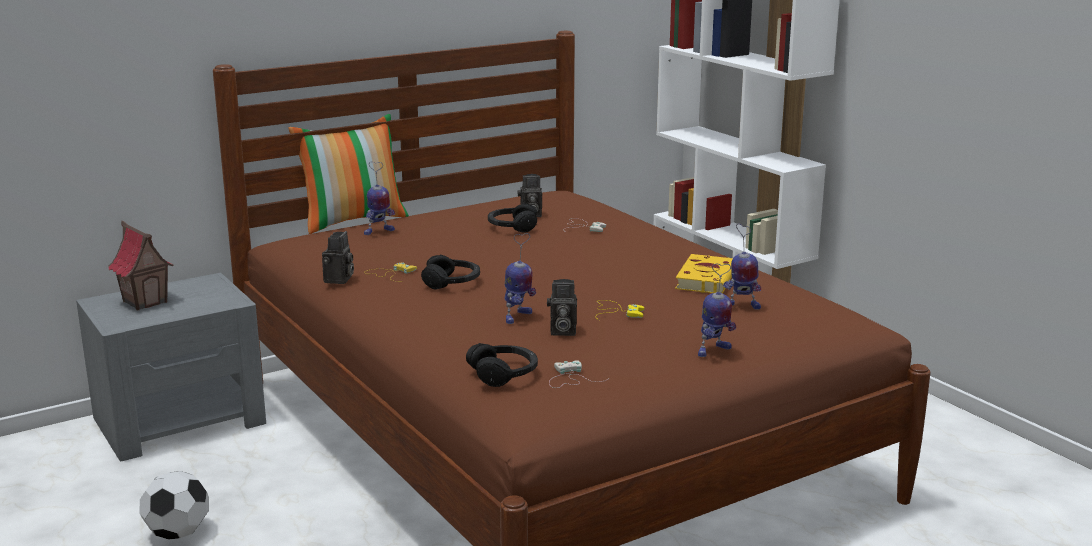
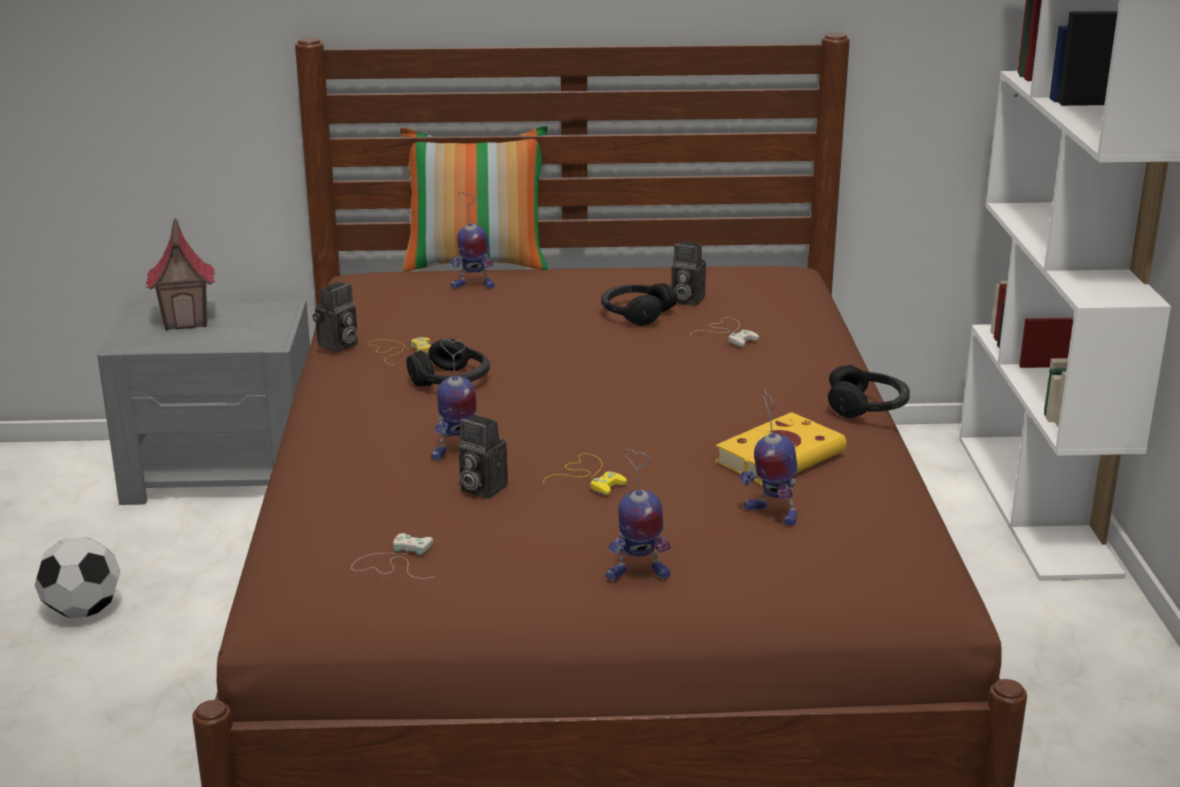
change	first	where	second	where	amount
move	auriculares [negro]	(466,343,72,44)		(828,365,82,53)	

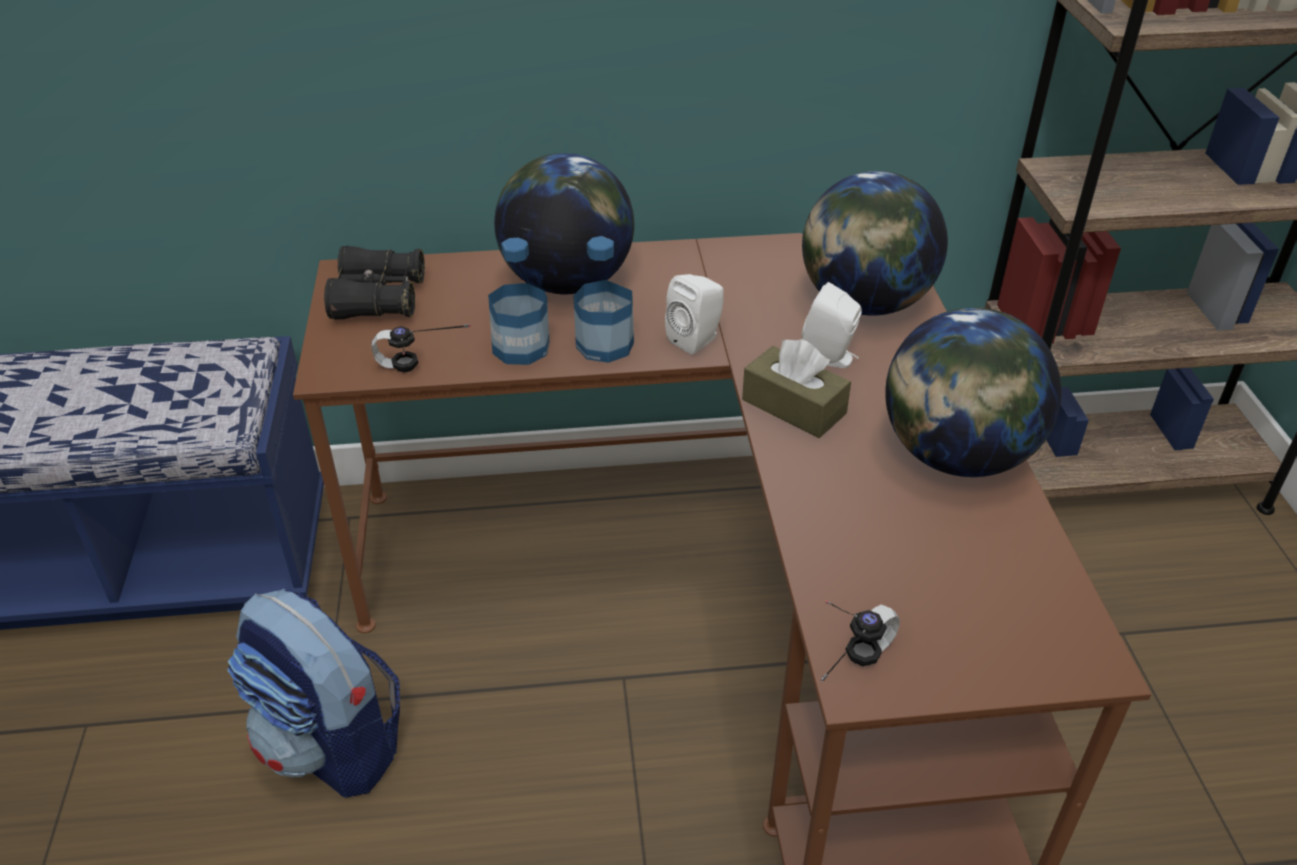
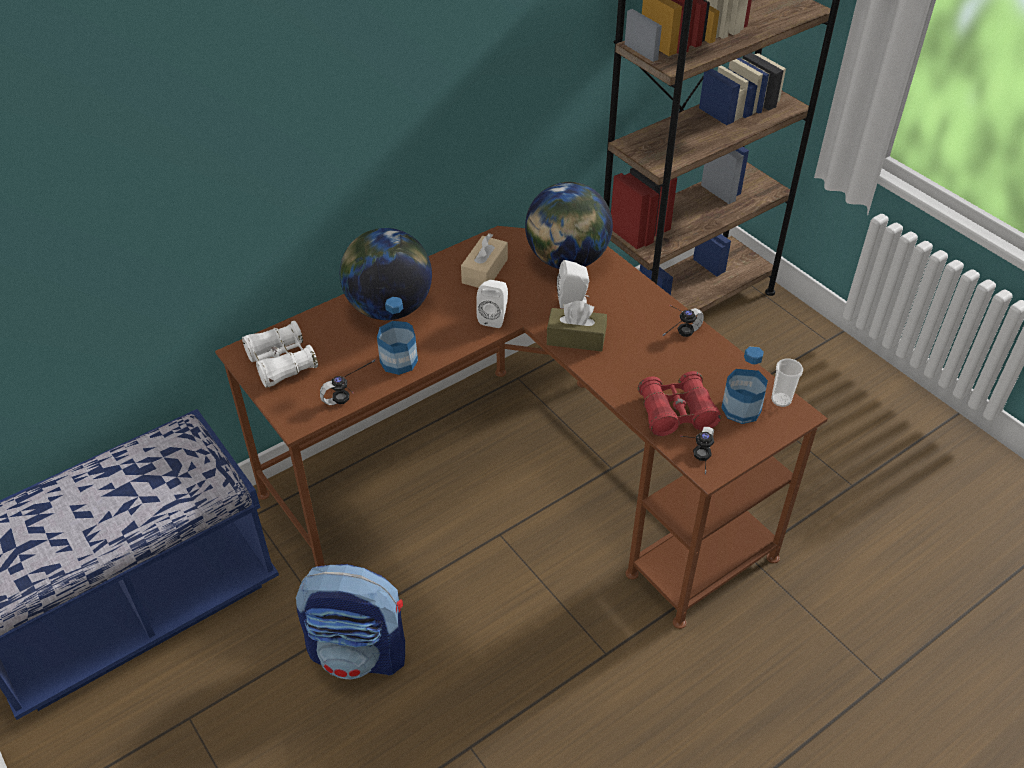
change	first	where	second	where	amount
recolor	prismáticos [negro]	(324,246,101,74)	prismáticos [blanco]	(242,321,76,67)	
insert			caja de pañuelos [beis]	(461,233,47,55)	
insert			prismáticos [rojo]	(638,371,83,65)	
replace	globo terráqueo	(885,308,177,169)	auriculares	(662,305,42,32)	
move	botella	(574,236,60,127)		(721,347,47,77)	
insert			taza	(771,358,32,49)	

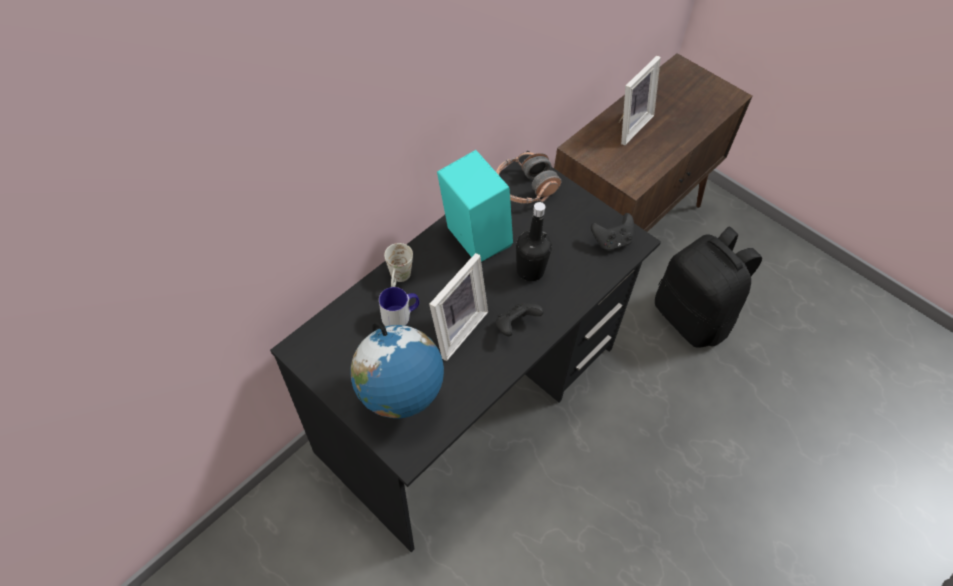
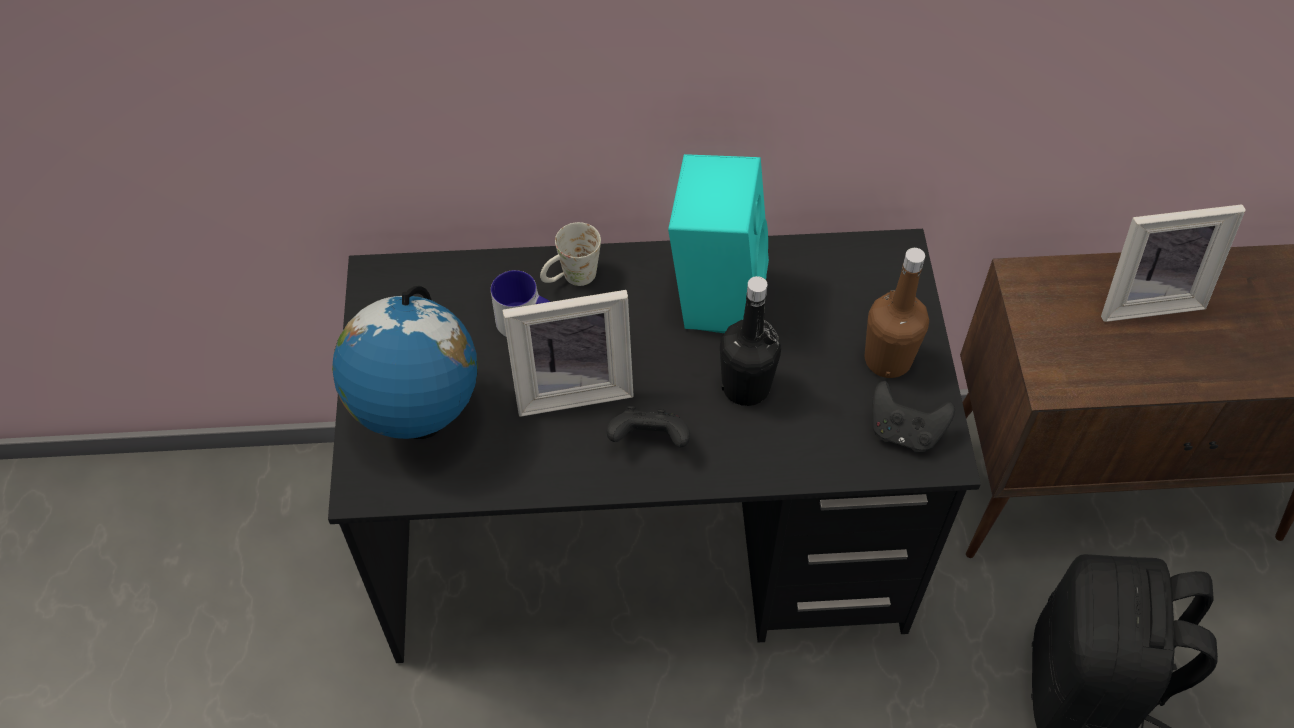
change	first	where	second	where	amount
insert			botella [marrón]	(865,248,64,130)	
delete	auriculares	(496,152,65,52)			

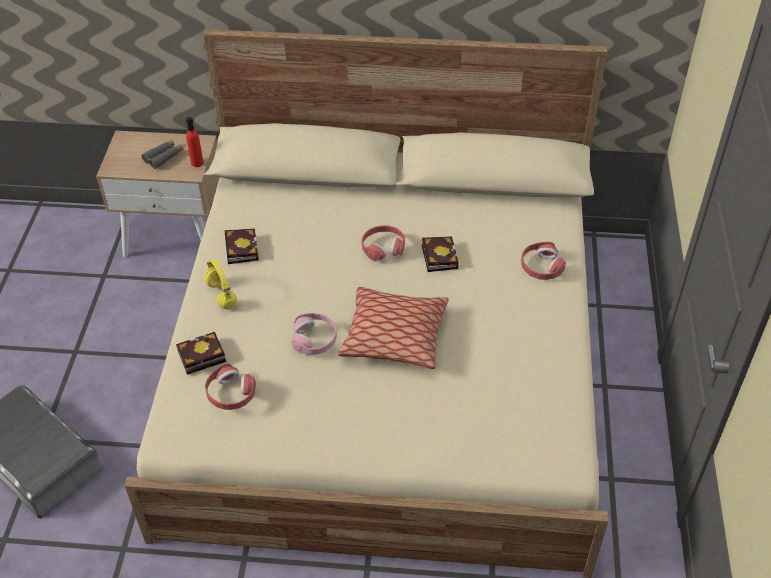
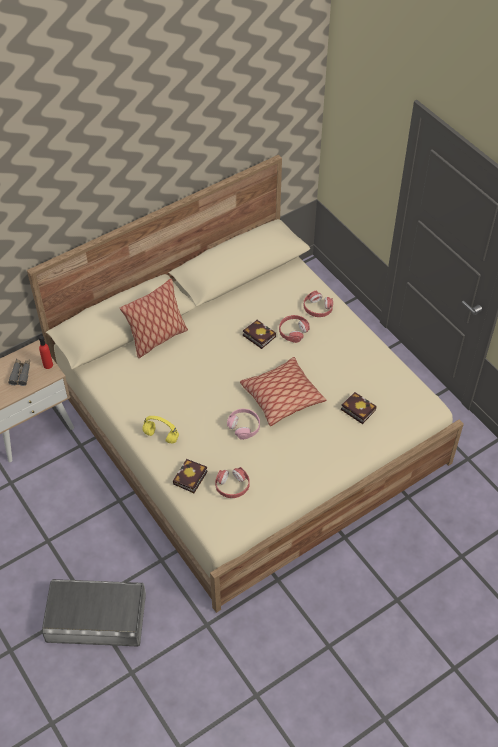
change	first	where	second	where	amount
insert			cojín	(120,279,68,79)	
move	auriculares [rojo]	(362,225,43,37)		(279,315,31,28)	
move	libro	(225,228,34,36)		(341,392,36,32)	

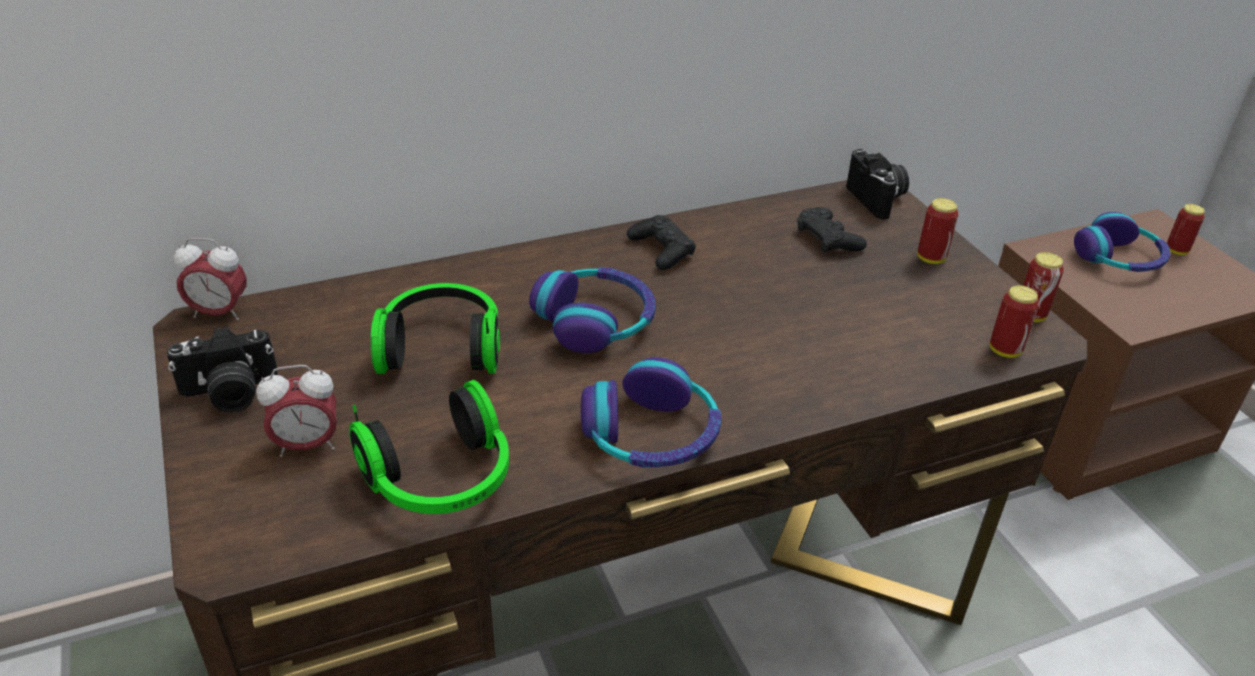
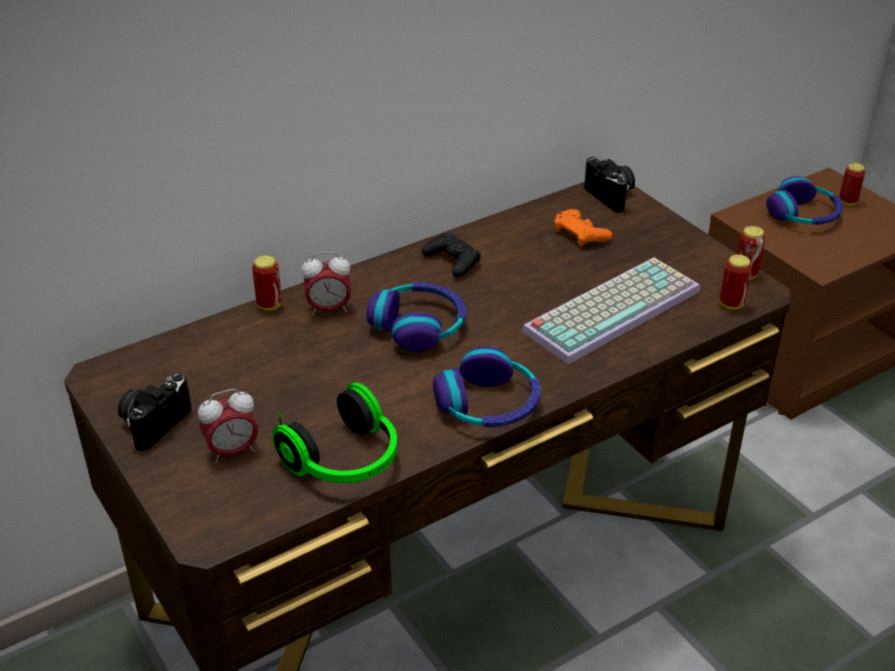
change	first	where	second	where	amount
rotate	cámara	(167,326,111,86)		(118,373,73,78)	150 degrees clockwise
move	lata	(917,198,41,66)		(252,255,30,56)	
move	despertador	(173,238,74,82)		(301,252,50,64)	
insert			teclado	(522,257,178,108)	
recolor	mando de consola [negro]	(797,207,70,46)	mando de consola [naranja]	(554,209,58,38)	
delete	auriculares	(371,283,129,91)			

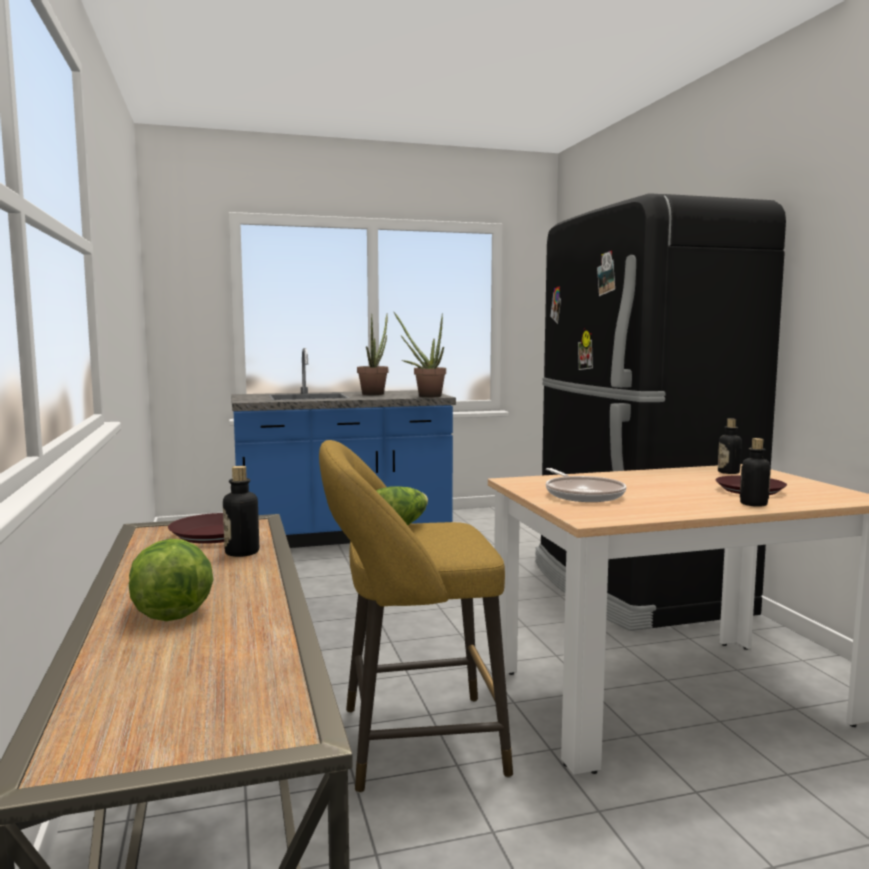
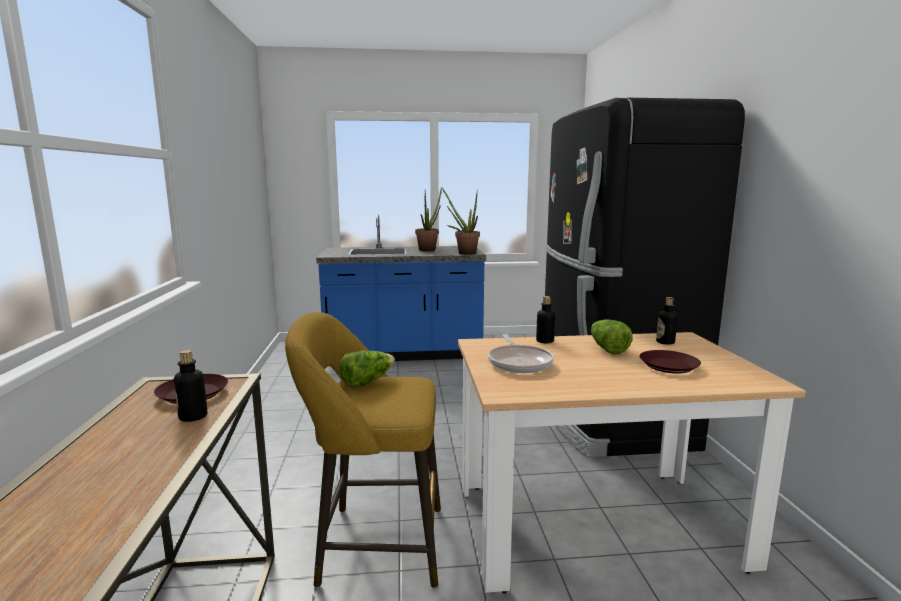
change	first	where	second	where	amount
move	botella	(740,438,31,69)		(536,296,19,47)	
move	lechuga	(129,539,84,82)		(591,319,42,35)	

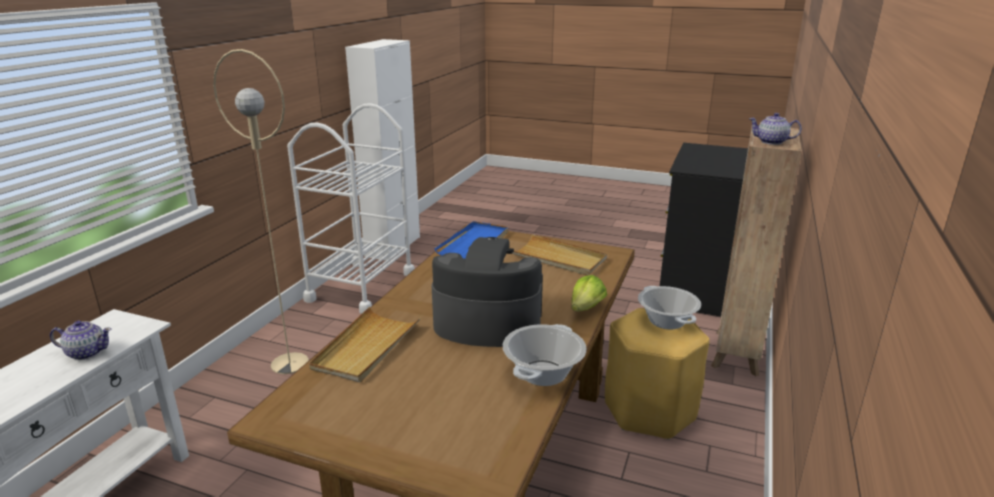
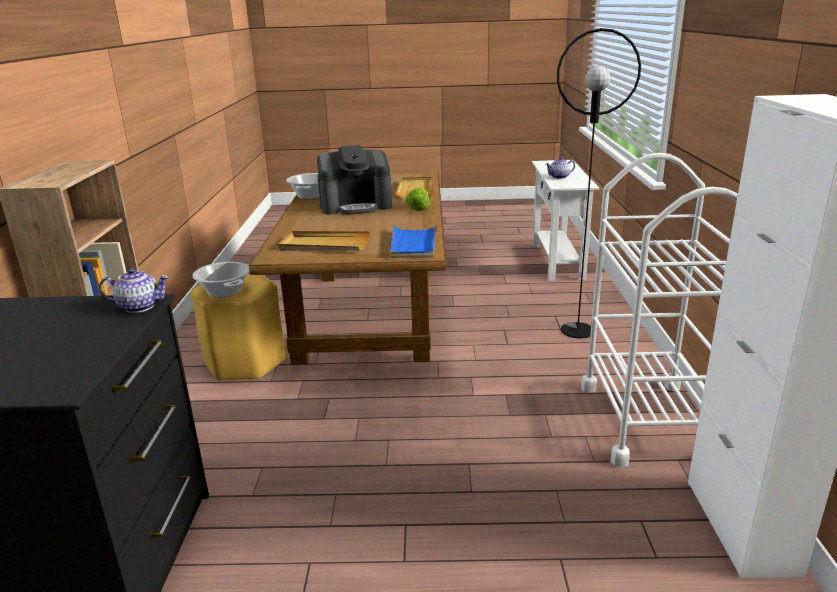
change	first	where	second	where	amount
move	tetera	(749,113,53,32)		(99,268,70,45)	
move	lechuga	(571,275,36,36)		(405,188,25,23)	
recolor	lámpara de pie [beis]	(213,49,96,325)	lámpara de pie [negro]	(557,28,84,311)	

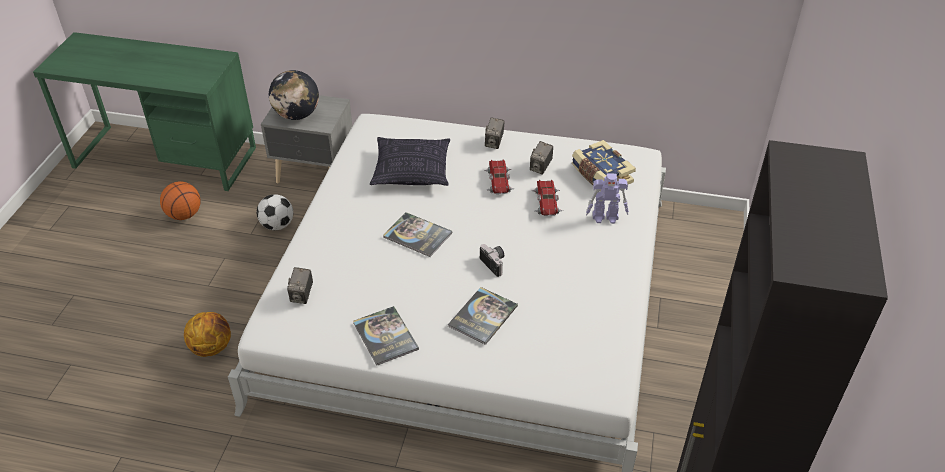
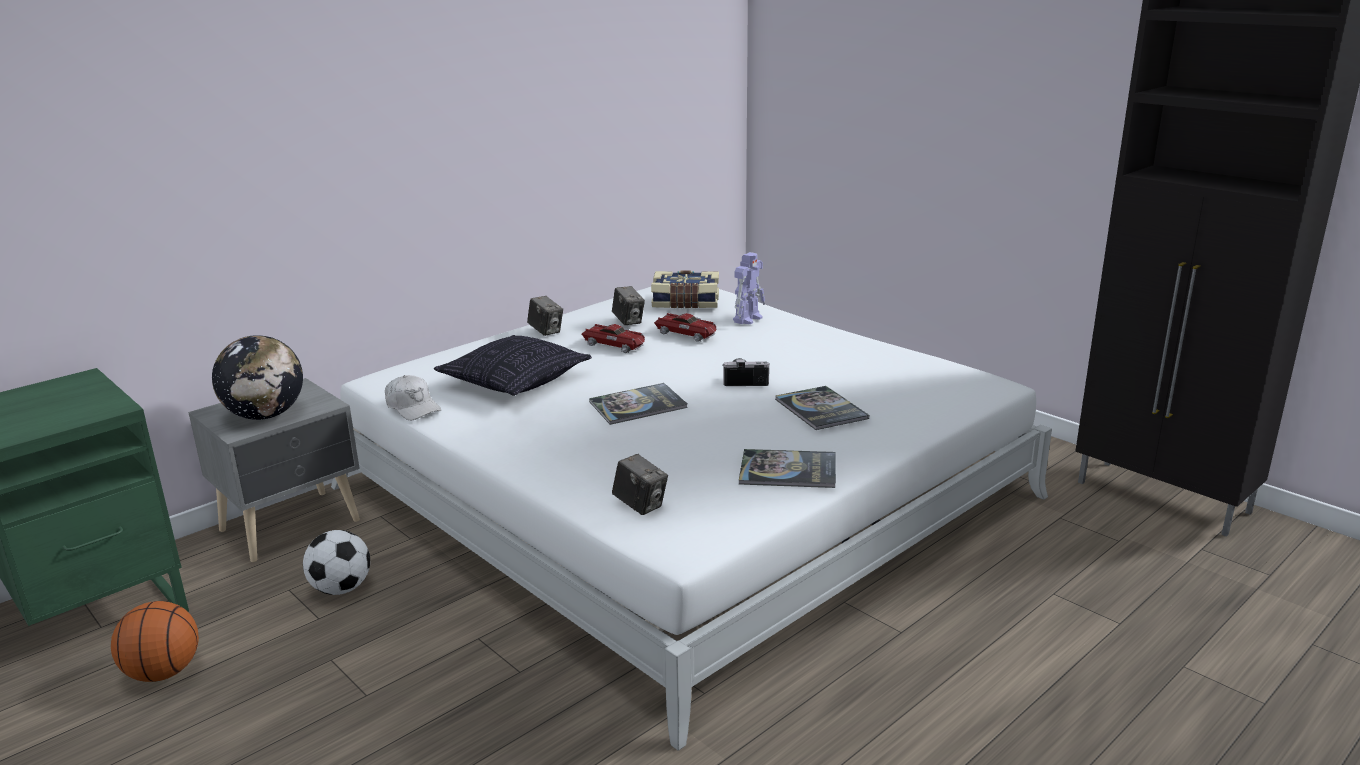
change	first	where	second	where	amount
insert			gorra [blanco]	(385,375,57,45)	
delete	balón de baloncesto	(184,312,47,45)			

